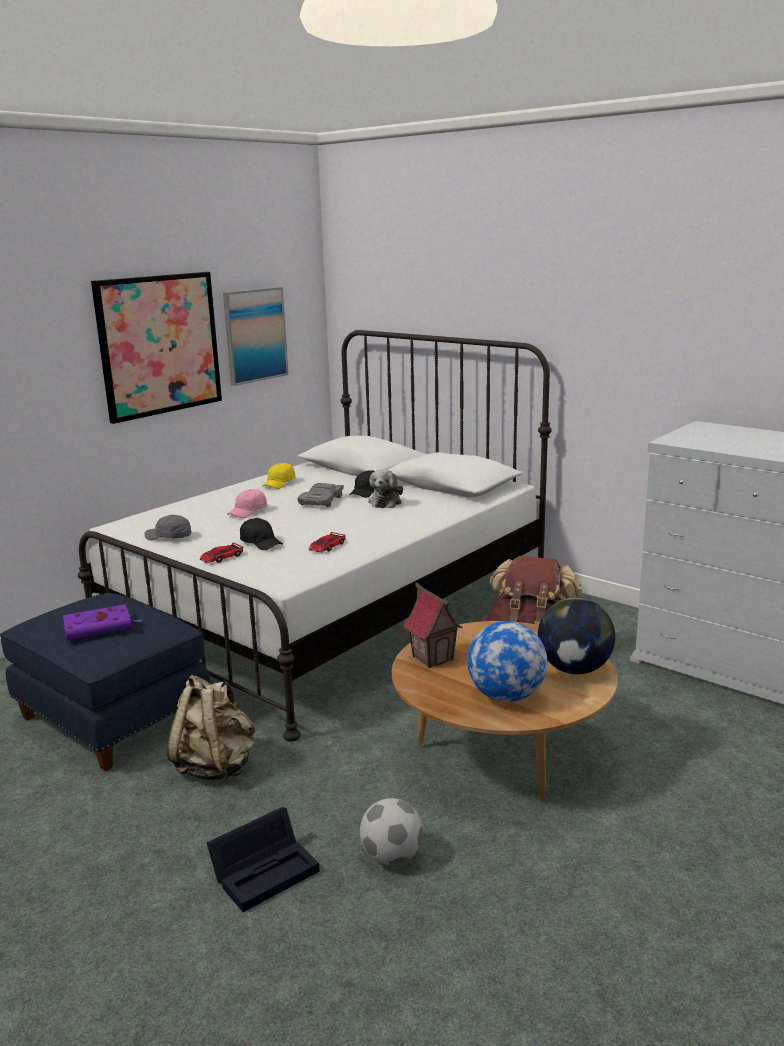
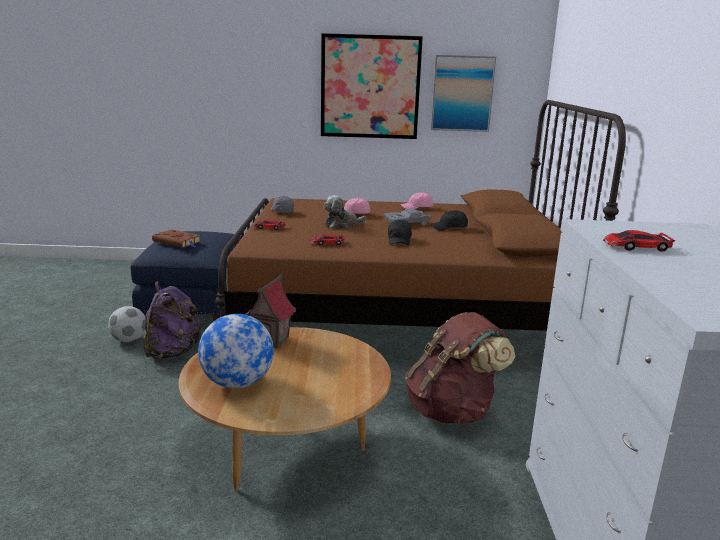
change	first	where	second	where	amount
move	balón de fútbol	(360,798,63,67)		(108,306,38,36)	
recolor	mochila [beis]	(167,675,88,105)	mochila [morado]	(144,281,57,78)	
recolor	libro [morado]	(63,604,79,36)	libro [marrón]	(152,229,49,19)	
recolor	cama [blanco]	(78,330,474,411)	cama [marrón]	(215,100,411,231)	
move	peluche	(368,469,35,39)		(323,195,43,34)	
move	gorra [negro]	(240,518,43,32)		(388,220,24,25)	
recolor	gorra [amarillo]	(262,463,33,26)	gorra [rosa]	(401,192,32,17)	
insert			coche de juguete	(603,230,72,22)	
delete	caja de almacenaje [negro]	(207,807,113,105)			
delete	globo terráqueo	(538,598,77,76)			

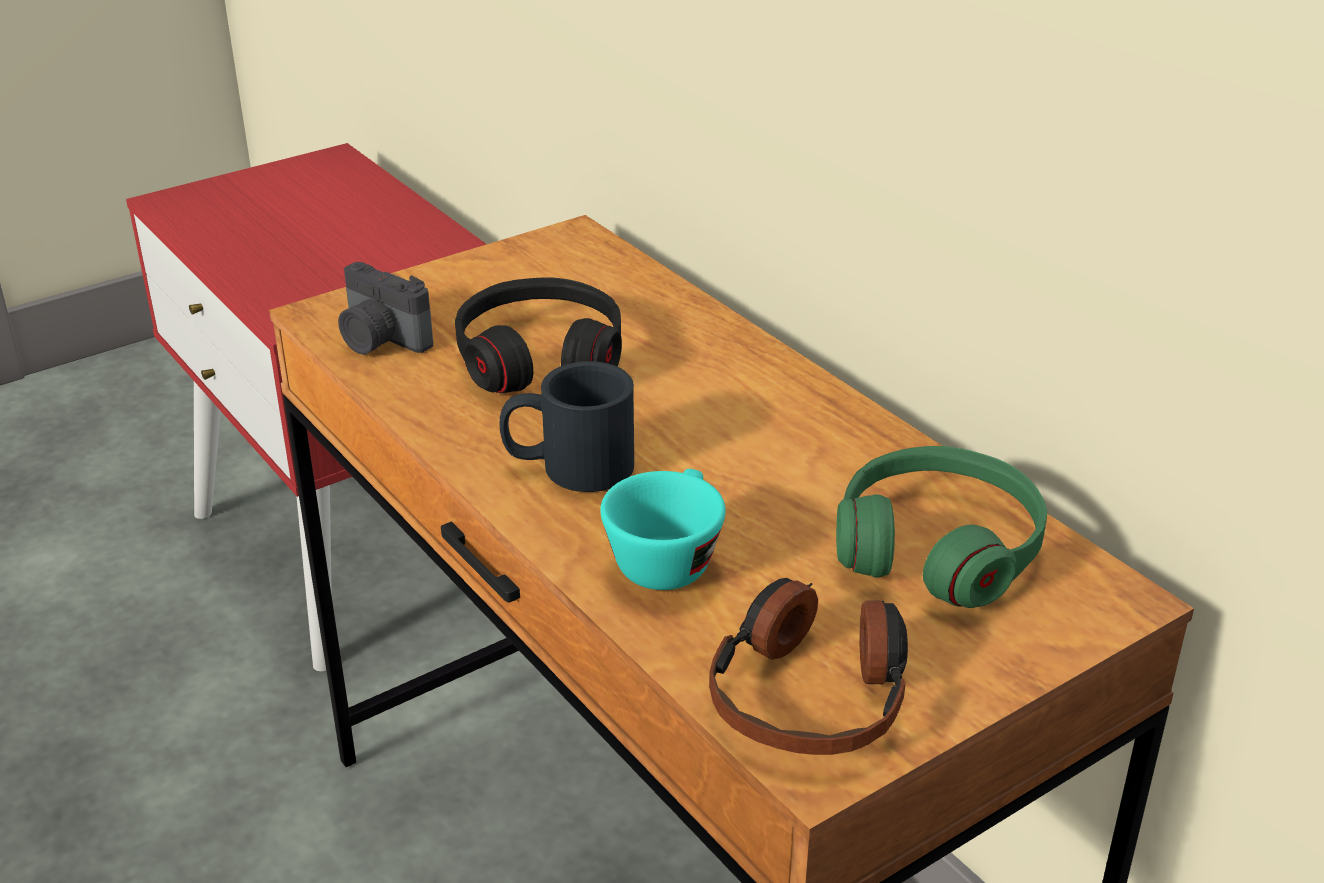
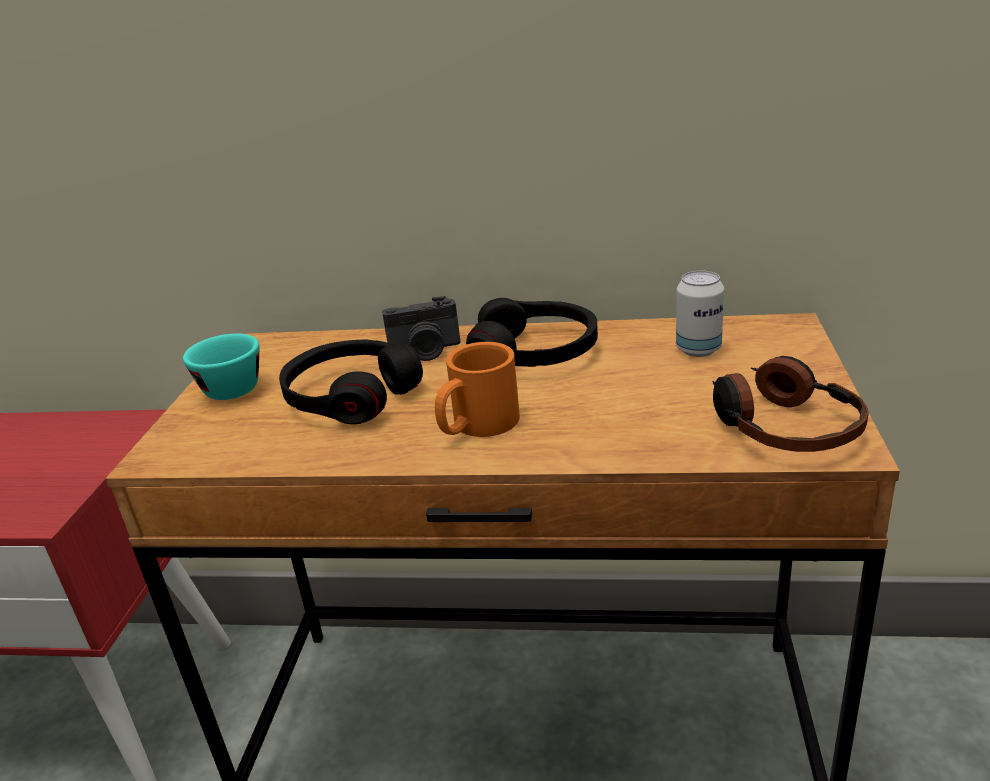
change	first	where	second	where	amount
move	taza [turquesa]	(600,469,126,121)		(183,333,76,67)	
move	cámara	(338,262,95,93)		(382,296,79,65)	
recolor	taza grande [negro]	(500,361,134,131)	taza grande [naranja]	(435,342,85,95)	
insert			auriculares [negro]	(466,298,132,69)	
replace	auriculares [verde]	(836,446,211,162)	lata	(676,271,48,86)	

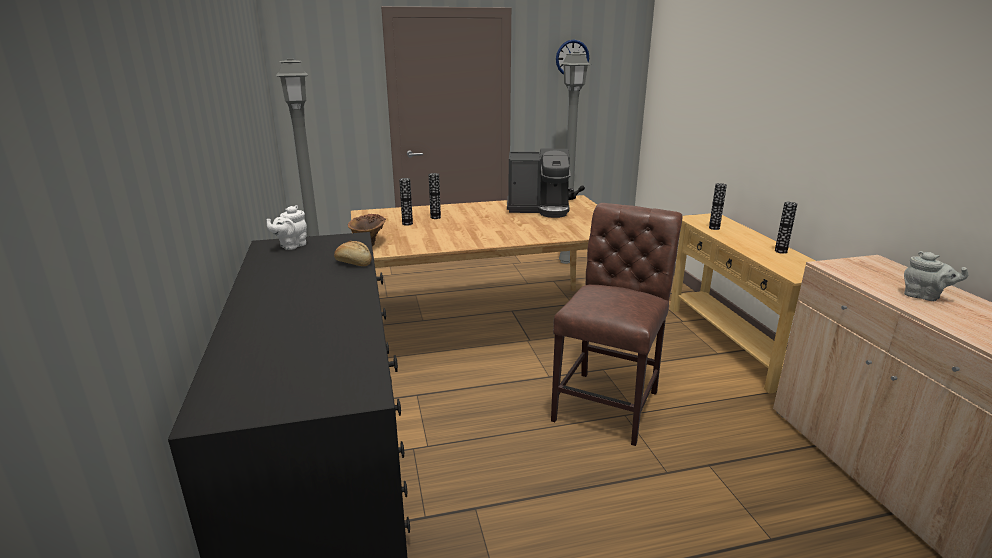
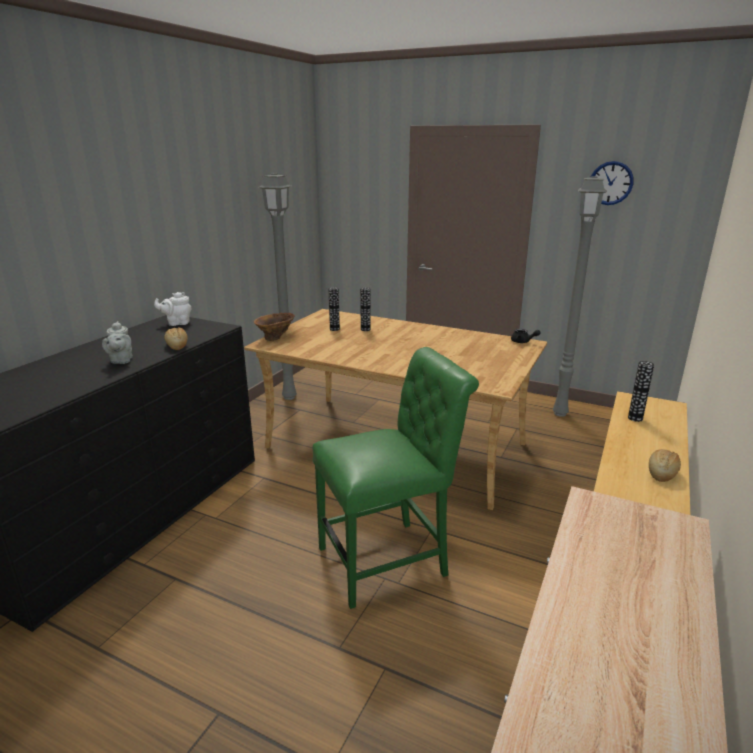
change	first	where	second	where	amount
move	tetera [gris]	(904,251,65,50)		(102,321,31,43)	
recolor	silla [marrón]	(551,203,131,243)	silla [verde]	(312,347,167,262)	
replace	florero	(775,202,22,52)	pan	(649,449,32,33)	
delete	cafetera	(507,149,64,69)			

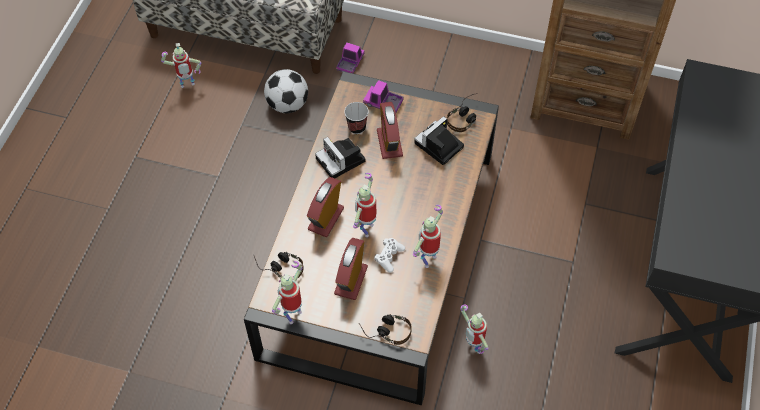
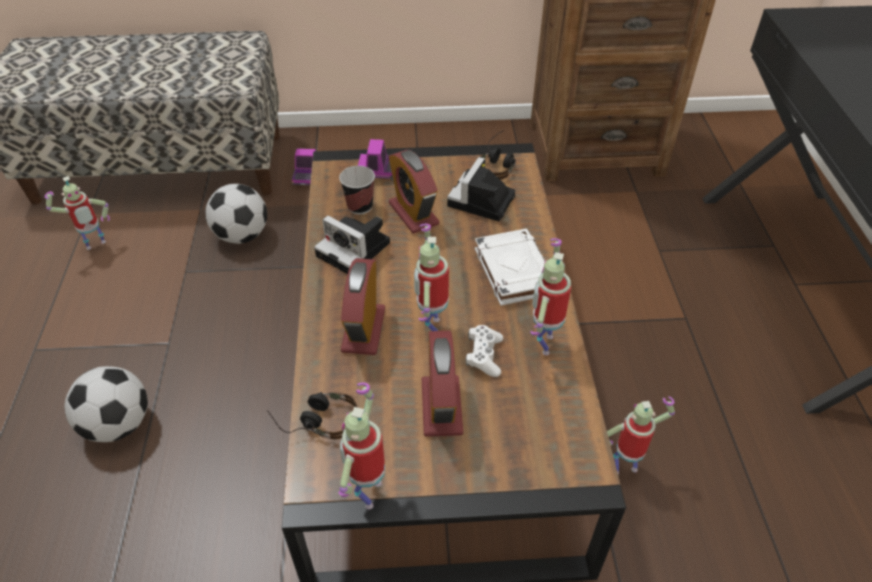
change	first	where	second	where	amount
insert			balón de fútbol	(64,366,84,76)	
insert			libro [blanco]	(475,228,70,78)	
rotate	robot de juguete	(460,304,29,50)		(607,396,68,79)	135 degrees clockwise
delete	auriculares	(359,314,53,31)			

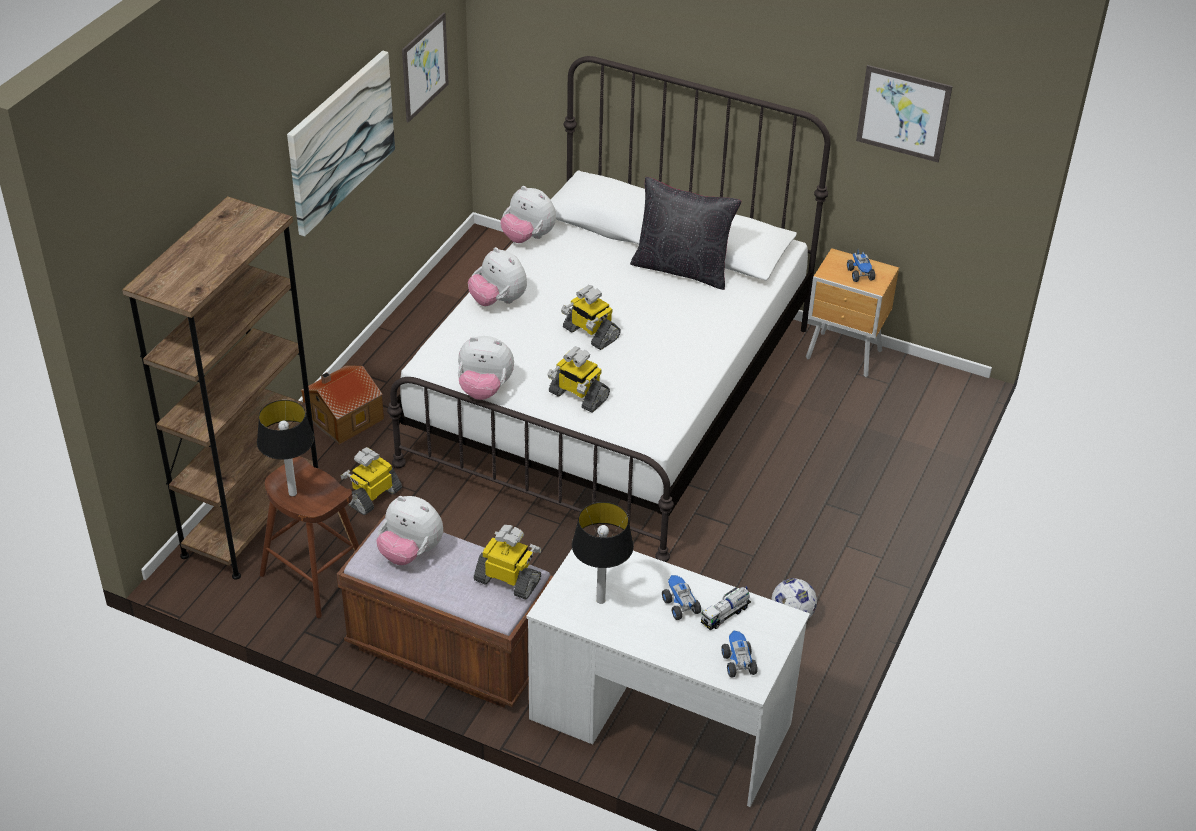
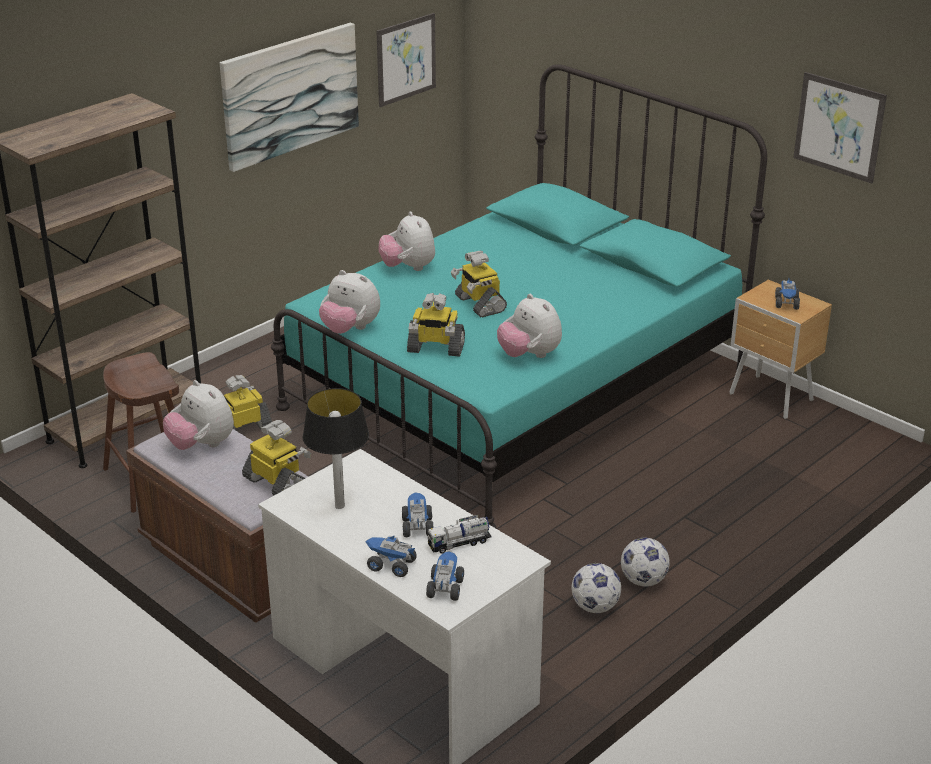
change	first	where	second	where	amount
recolor	cama [blanco]	(387,56,444,506)	cama [turquesa]	(271,64,496,464)	
insert			camión de juguete	(365,535,52,42)	
rotate	robot de juguete	(547,347,63,66)		(407,293,58,64)	45 degrees counterclockwise
move	peluche	(501,186,55,57)		(497,294,65,64)	
insert			balón de fútbol	(621,538,49,49)	
delete	lámpara de mesa	(257,400,57,97)			
delete	casita	(301,366,83,78)			
delete	cojín [negro]	(630,177,112,113)			

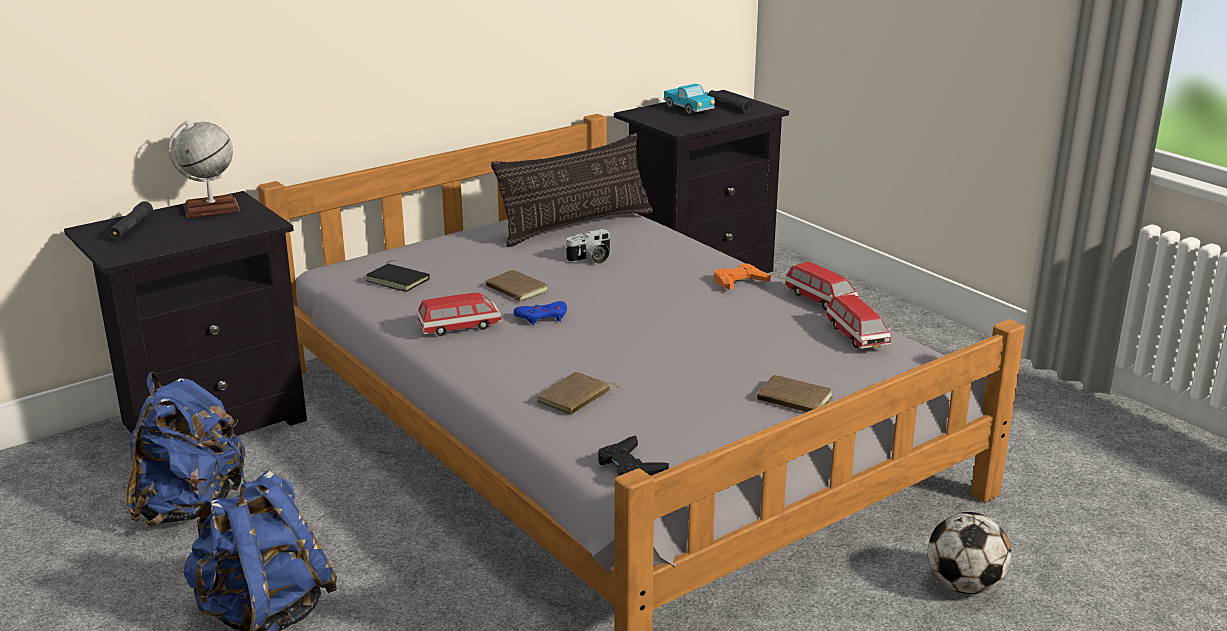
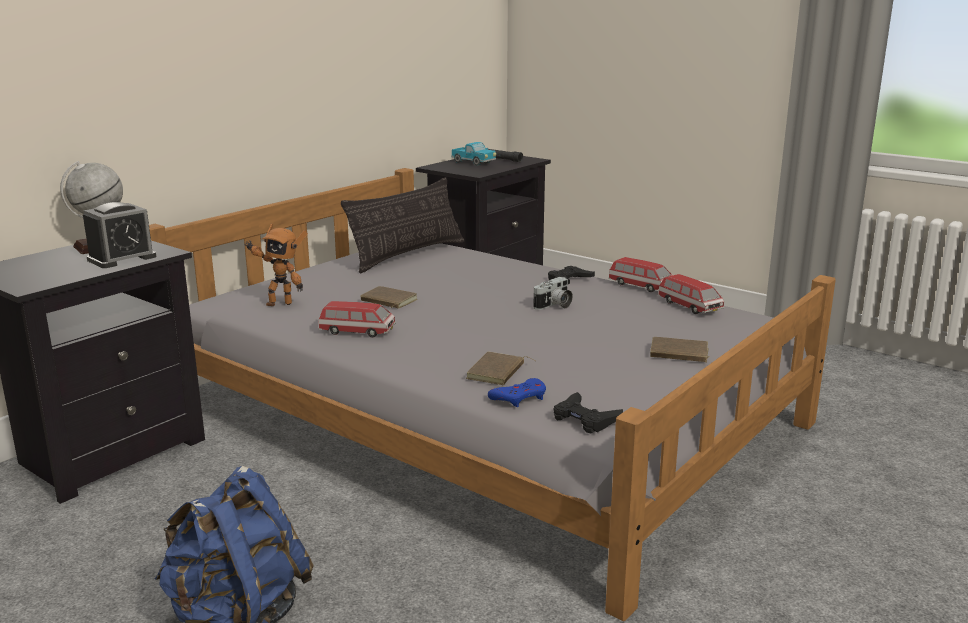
change	first	where	second	where	amount
insert			despertador	(83,202,73,66)	
replace	libro [negro]	(366,260,64,32)	robot de juguete	(244,223,64,83)	
rotate	coche de juguete	(418,293,84,43)		(319,301,77,37)	45 degrees clockwise
move	mando de consola [azul]	(514,301,53,24)		(488,378,58,29)	
move	cámara	(565,229,45,35)		(533,277,40,33)	
recolor	mando de consola [naranja]	(714,264,57,26)	mando de consola [negro]	(548,266,47,18)	
delete	linterna [negro]	(108,201,45,39)			
delete	mochila [azul]	(125,372,122,154)			
delete	balón de fútbol	(928,512,84,82)			

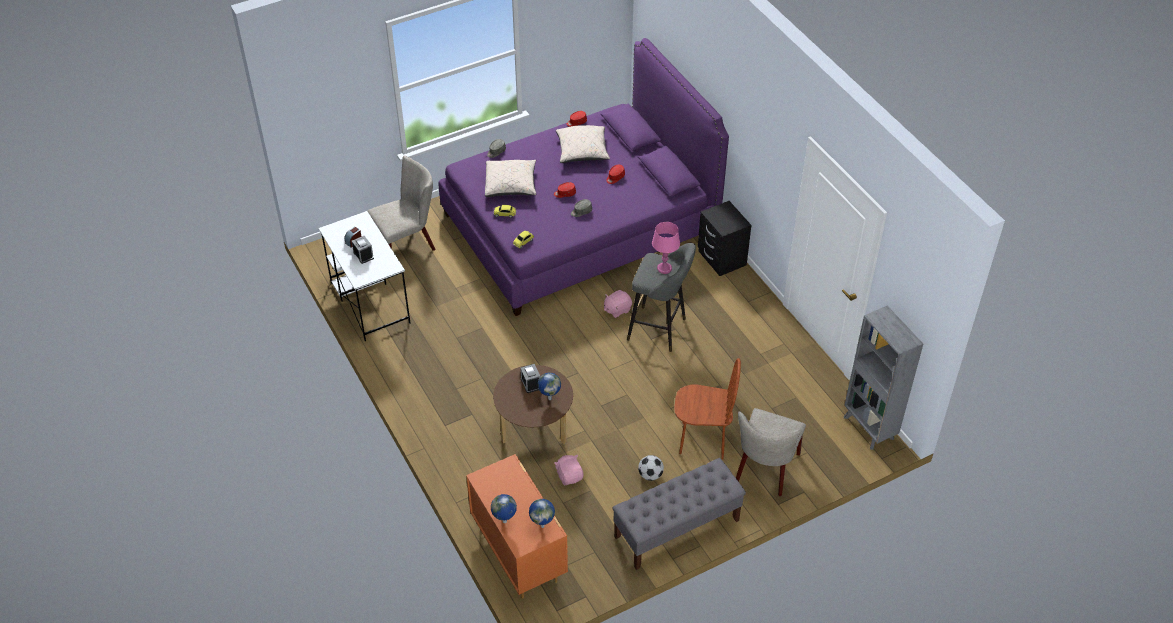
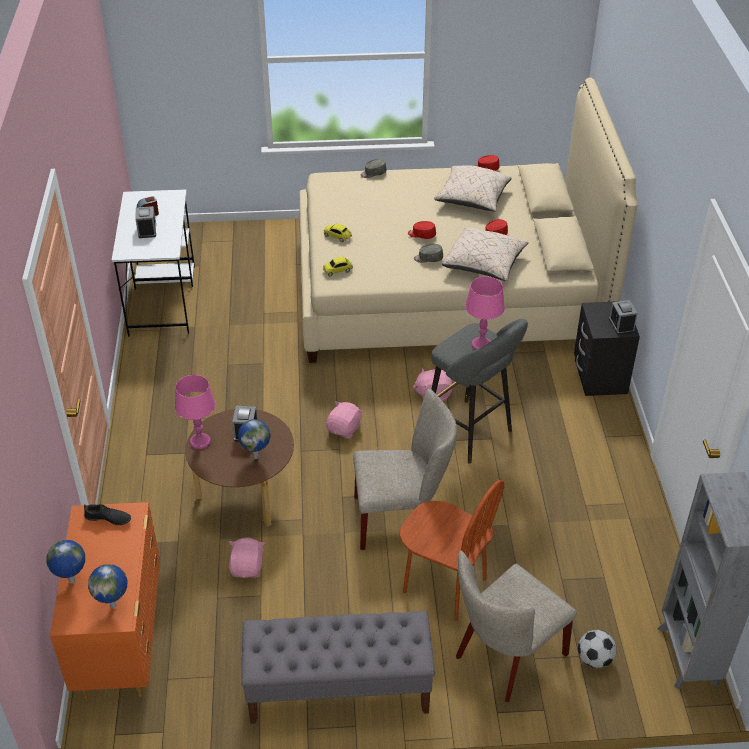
change	first	where	second	where	amount
insert			zapato [negro]	(84,504,47,21)	
insert			lámpara de mesa [rosa]	(175,375,40,74)	
recolor	cama [morado]	(439,38,290,278)	cama [beis]	(299,78,339,285)	
insert			peluche [rosa]	(326,401,37,38)	
move	silla [beis]	(367,155,68,96)		(353,389,104,161)	
move	cojín [beis]	(485,160,51,37)		(442,227,87,54)	
move	balón de fútbol	(638,455,26,26)		(578,630,39,38)	
insert			despertador	(609,300,29,35)	

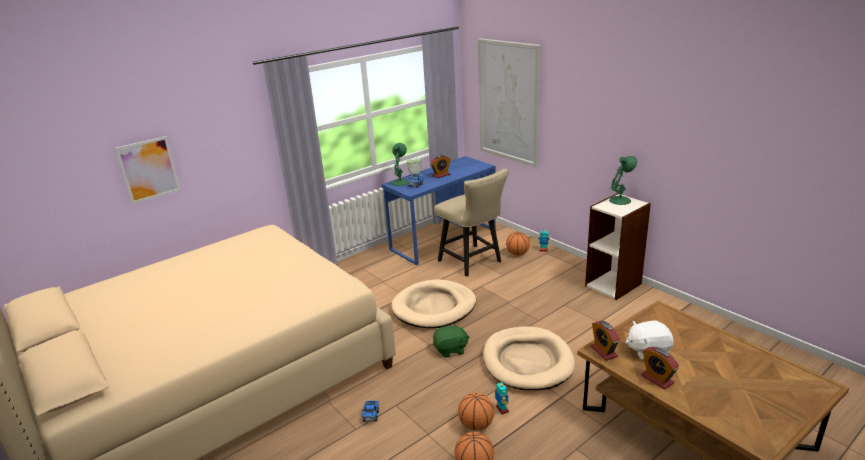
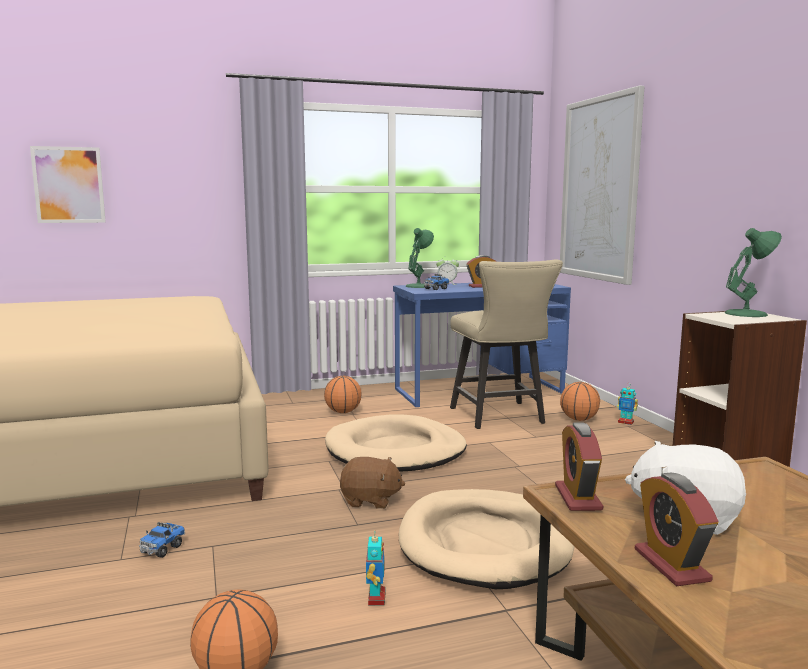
change	first	where	second	where	amount
move	balón de baloncesto	(458,393,36,38)		(324,376,38,37)	
recolor	peluche [verde]	(433,323,37,35)	peluche [marrón]	(340,457,65,52)	

